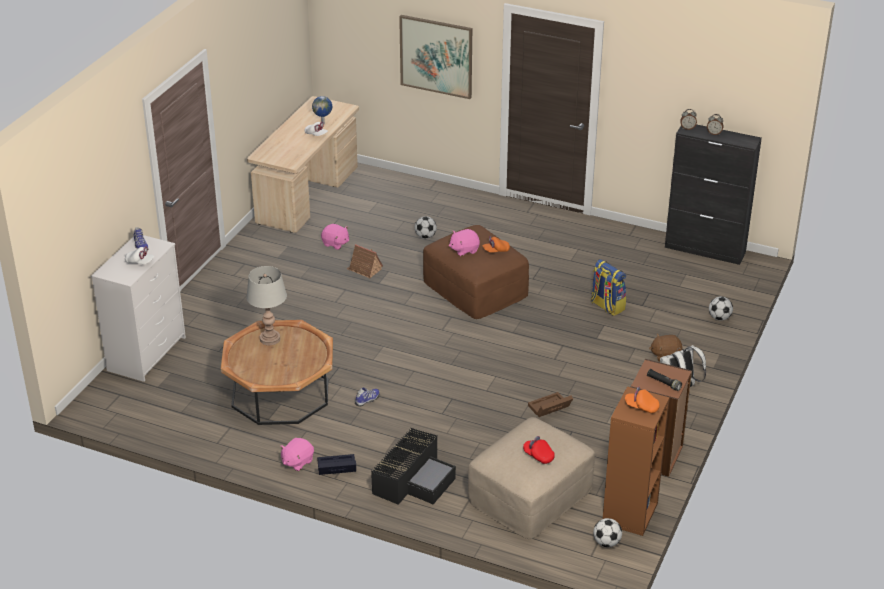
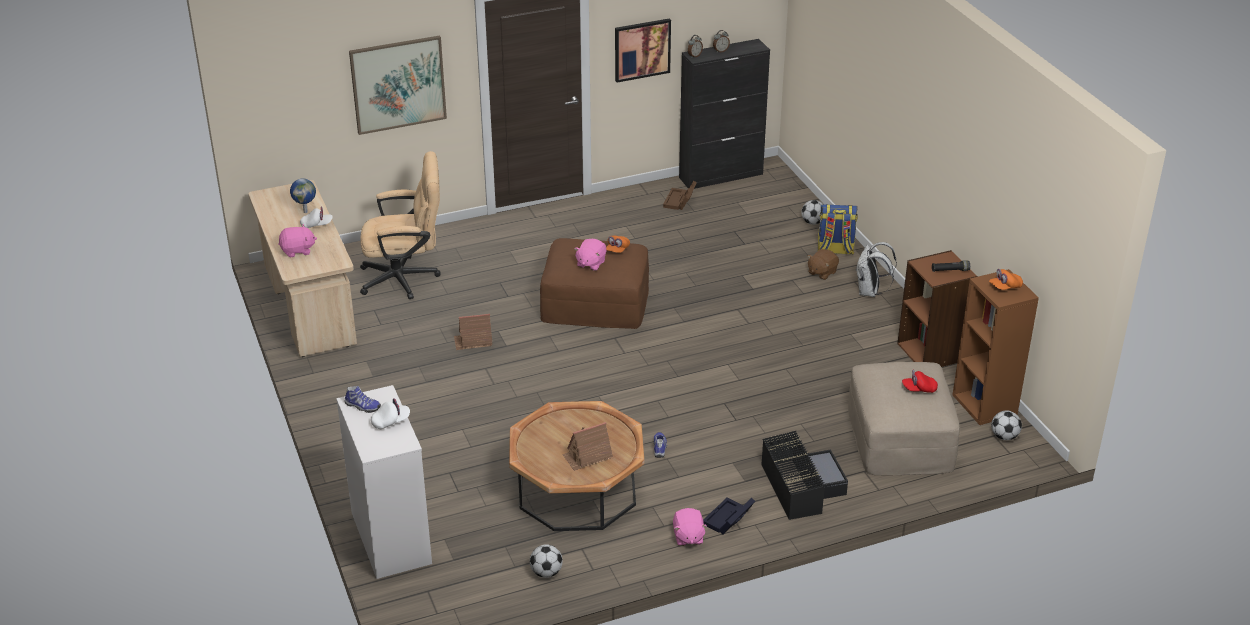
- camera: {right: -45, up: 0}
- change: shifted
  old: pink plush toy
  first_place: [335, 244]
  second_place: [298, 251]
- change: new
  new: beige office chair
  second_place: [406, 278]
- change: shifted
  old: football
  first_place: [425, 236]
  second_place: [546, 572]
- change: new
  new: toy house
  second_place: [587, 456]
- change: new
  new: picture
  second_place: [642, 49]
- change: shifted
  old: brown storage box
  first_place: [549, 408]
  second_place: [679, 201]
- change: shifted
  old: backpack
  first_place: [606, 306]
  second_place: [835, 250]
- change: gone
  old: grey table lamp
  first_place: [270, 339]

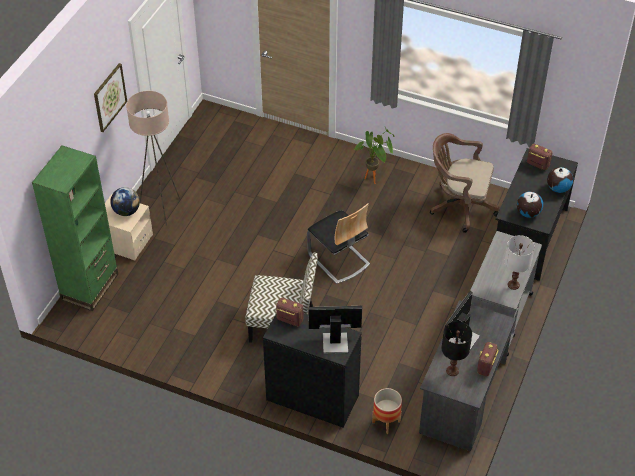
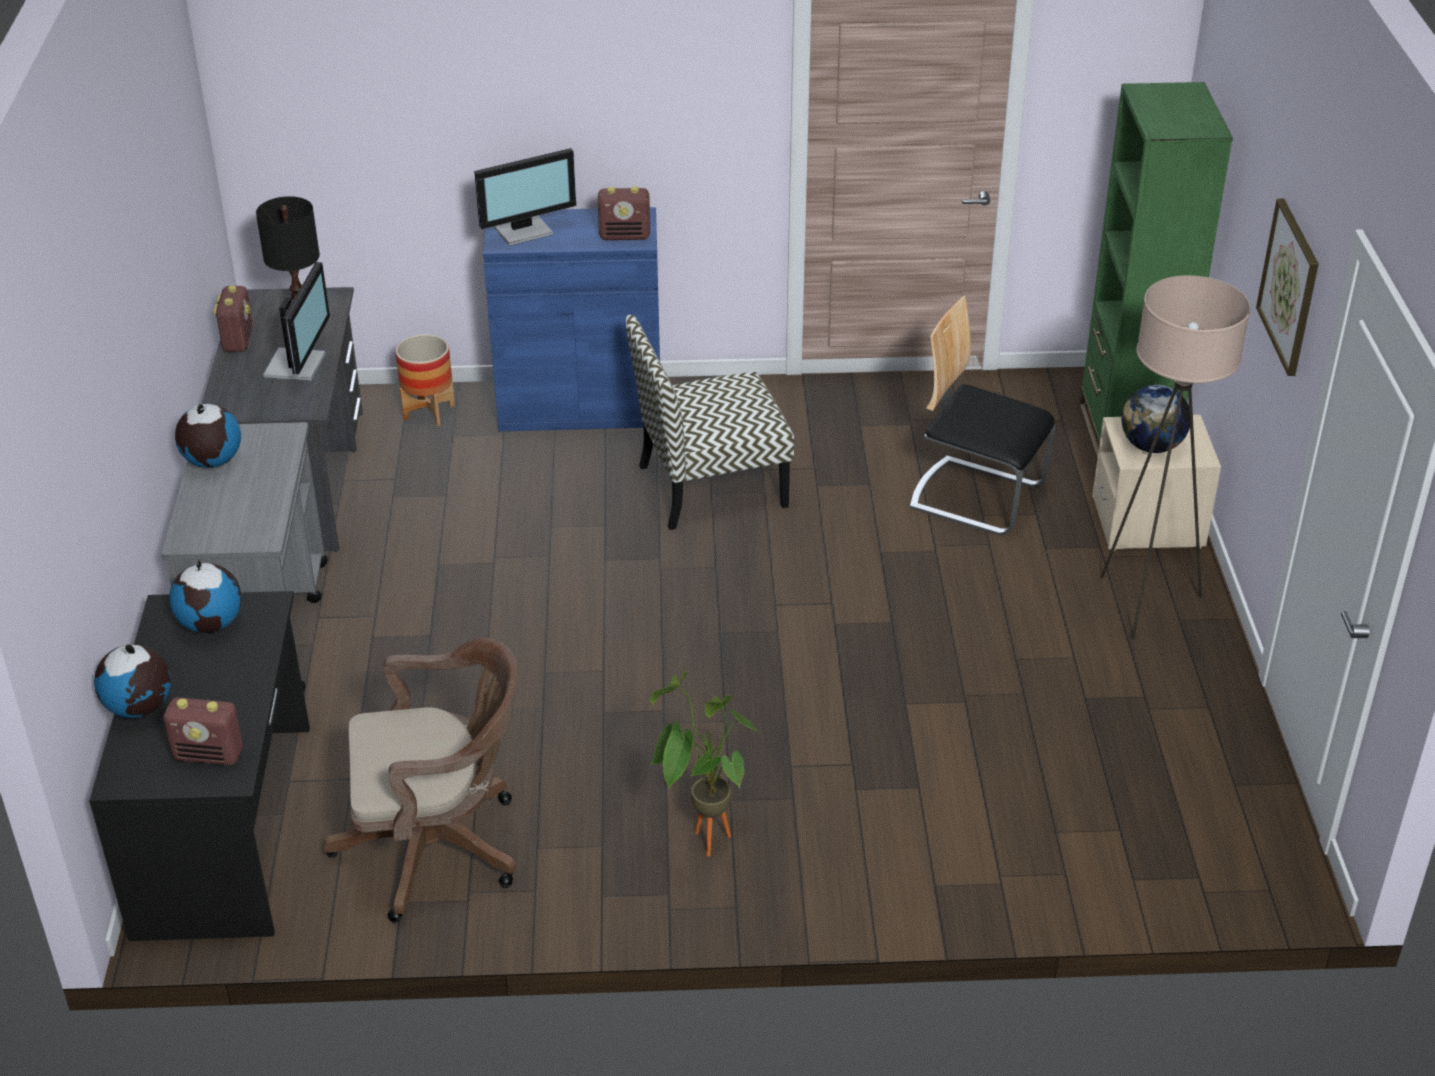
- camera: {right: 155, up: -10}
- change: swapped
  old: white table lamp
  new: globe
  first_place: [513, 285]
  second_place: [212, 461]
- change: repainted
  old: black cabinet
  new: blue cabinet
  first_place: [312, 397]
  second_place: [580, 406]
- change: shifted
  old: chair
  first_place: [338, 260]
  second_place: [977, 496]

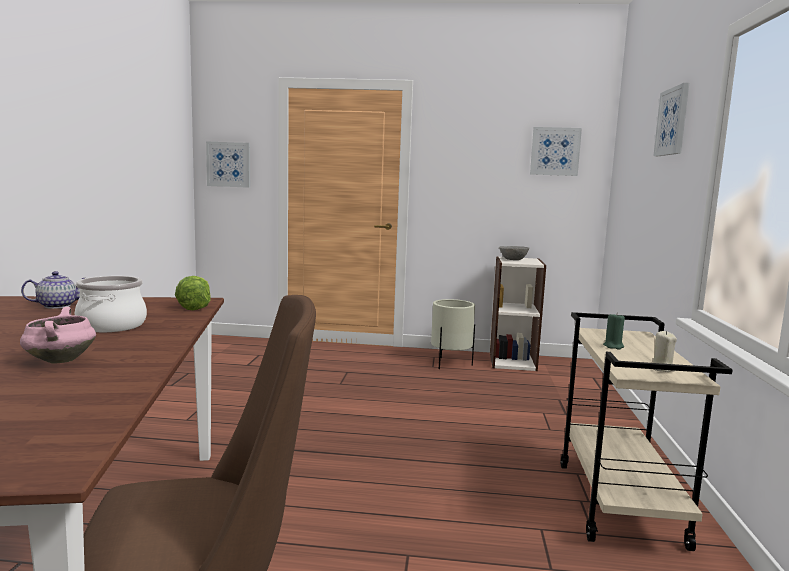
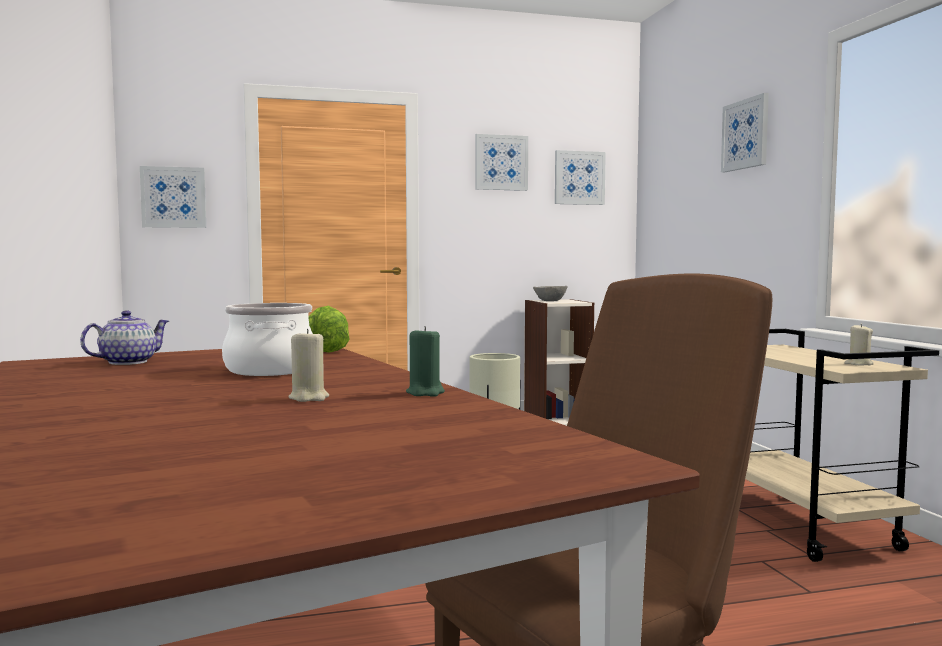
- camera: {right: -20, up: -5}
- change: swapped
  old: pink cooking pot
  new: beige candle
  first_place: [59, 360]
  second_place: [309, 398]
- change: shifted
  old: green candle
  first_place: [613, 346]
  second_place: [425, 393]
- change: new
  new: picture
  second_place: [501, 162]

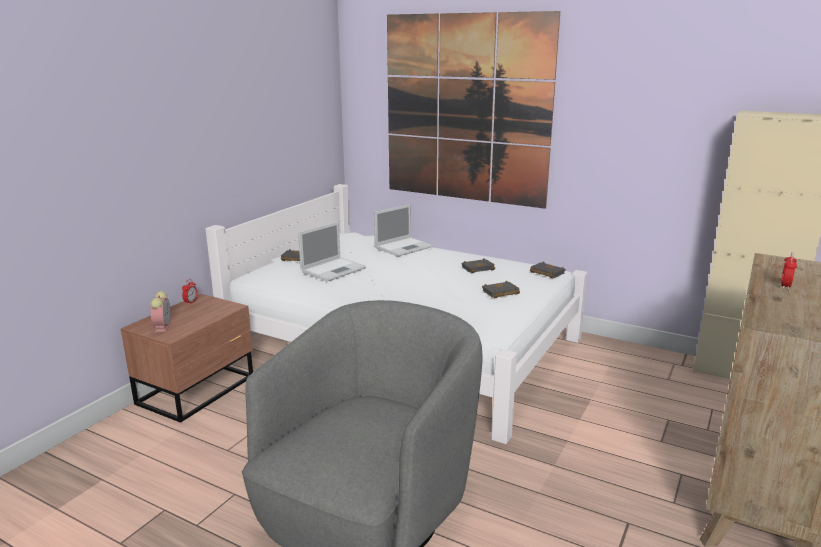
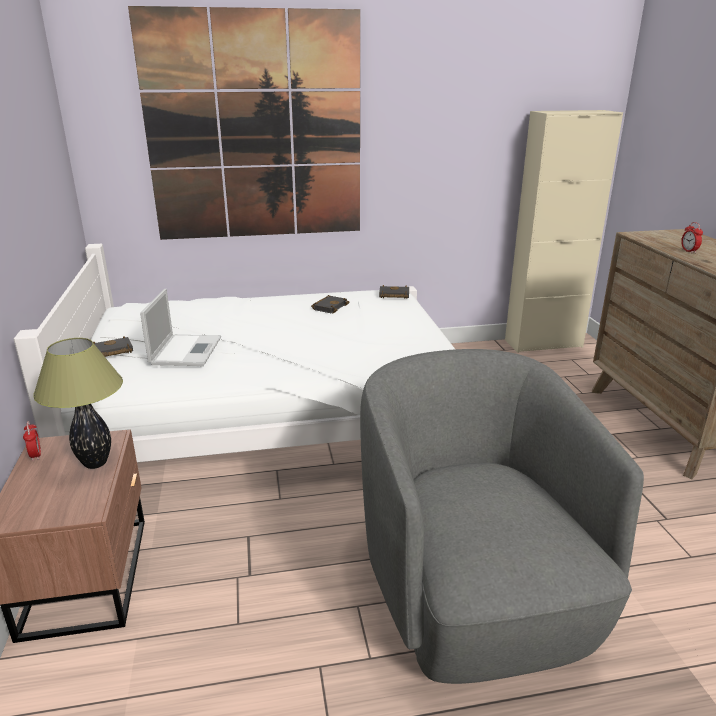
- camera: {right: -40, up: 5}
- change: new
  new: table lamp
  second_place: [95, 463]
- change: gone
  old: alarm clock
  first_place: [162, 327]
- change: gone
  old: laptop
  first_place: [404, 247]
- change: gone
  old: black book
  first_place: [500, 293]

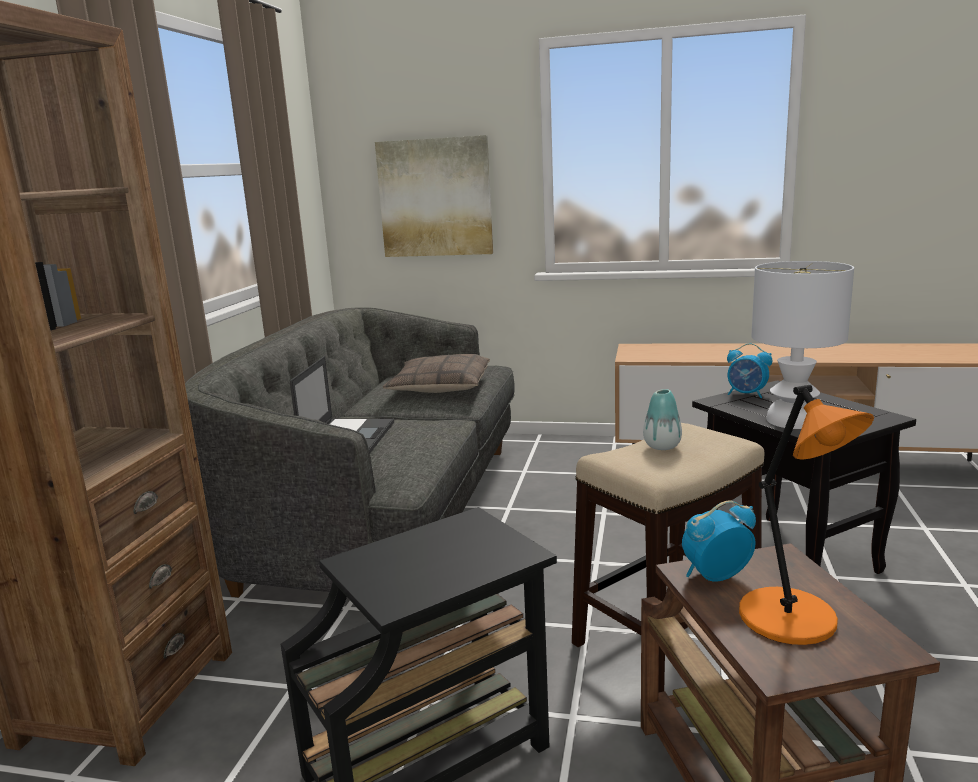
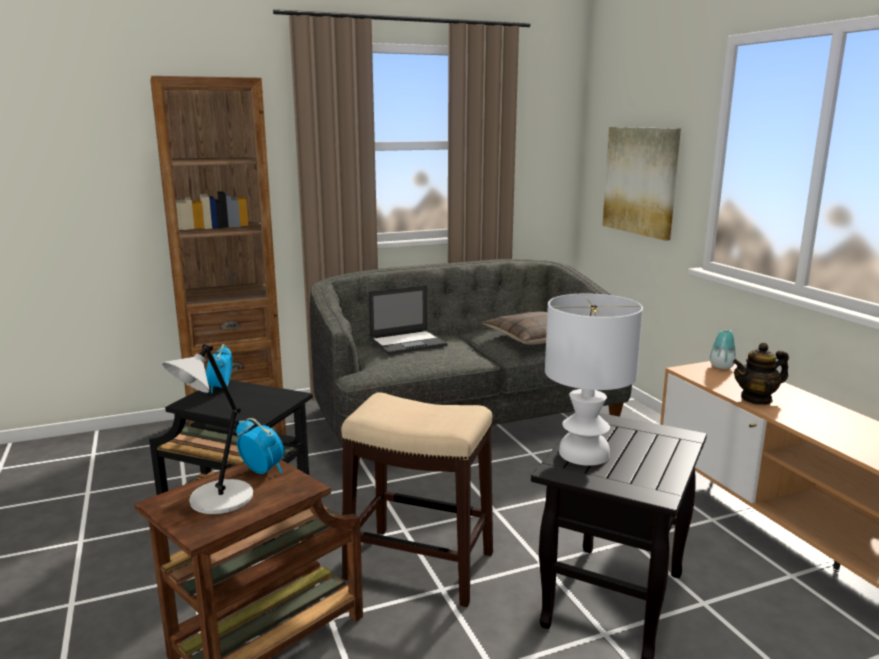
- camera: {right: 55, up: 0}
- change: repainted
  old: orange table lamp
  new: grey table lamp
  first_place: [792, 620]
  second_place: [218, 500]
- change: shifted
  old: alarm clock
  first_place: [746, 395]
  second_place: [220, 388]
- change: shifted
  old: vase
  first_place: [662, 446]
  second_place: [721, 366]
- change: new
  new: teapot
  second_place: [756, 399]

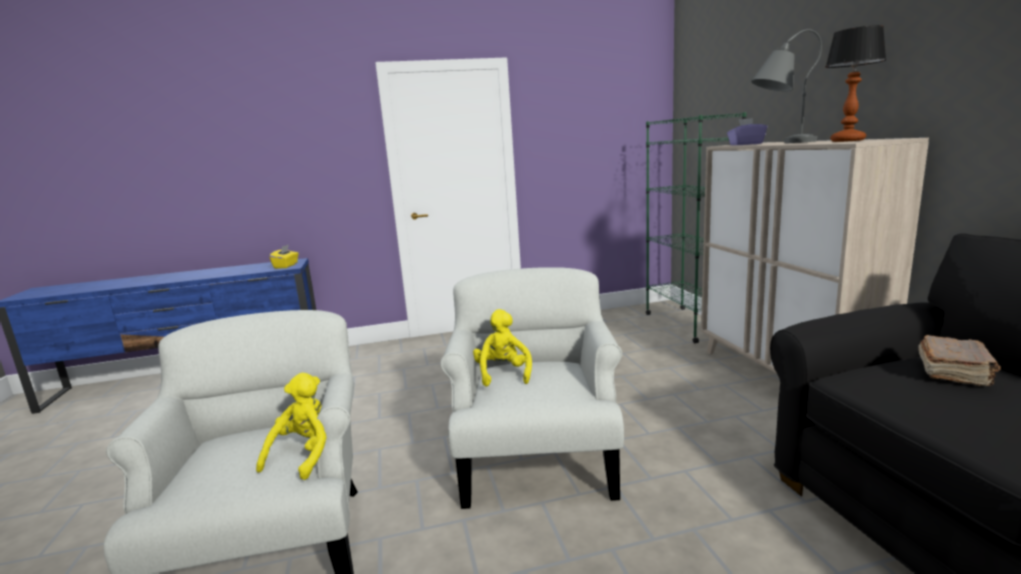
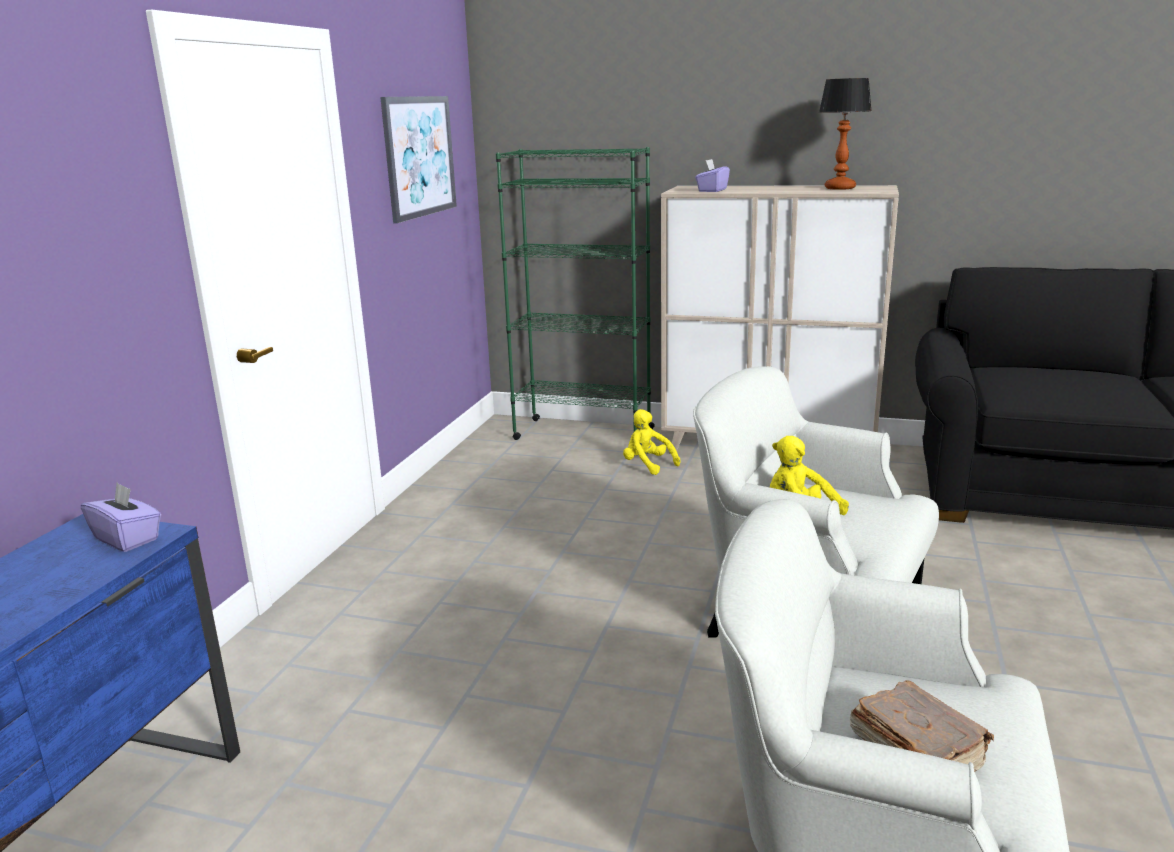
- camera: {right: -60, up: 5}
- change: repainted
  old: yellow tissue box
  new: purple tissue box
  first_place: [286, 266]
  second_place: [127, 538]
- change: new
  new: picture
  second_place: [419, 156]
- change: shifted
  old: yellow plush toy
  first_place: [304, 455]
  second_place: [647, 465]
- change: shifted
  old: brown book
  first_place: [954, 372]
  second_place: [915, 750]
- change: gone
  old: grey table lamp
  first_place: [780, 143]

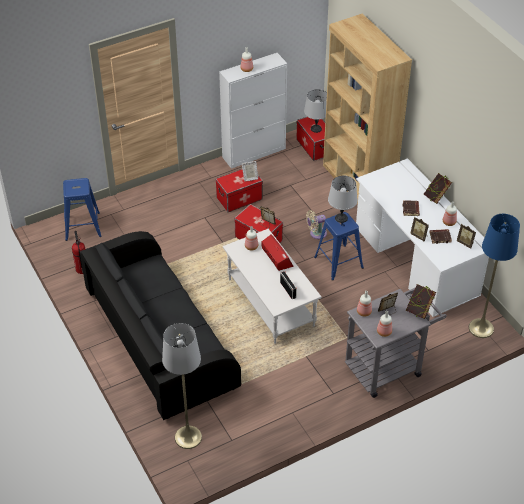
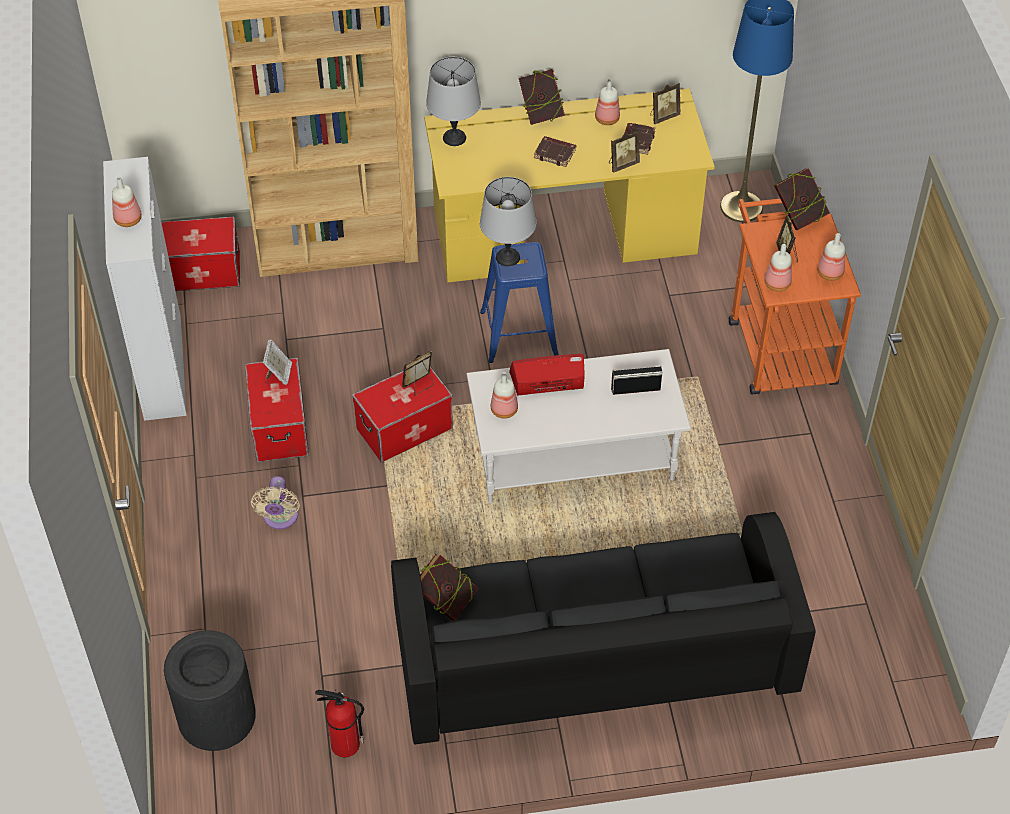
- camera: {right: -70, up: 5}
- change: swapped
  old: blue stool
  new: black trash can
  first_place: [82, 226]
  second_place: [217, 716]
- change: shifted
  old: beige fan
  first_place: [316, 233]
  second_place: [280, 518]
- change: new
  new: book
  second_place: [446, 602]
- change: repainted
  old: white desk
  new: yellow desk
  first_place: [416, 261]
  second_place: [564, 232]
- change: shifted
  old: grey table lamp
  first_place: [316, 129]
  second_place: [455, 138]
- change: repainted
  old: grey cart
  new: orange cart
  first_place: [388, 366]
  second_place: [779, 344]
- change: gone
  old: grey floor lamp
  first_place: [188, 437]

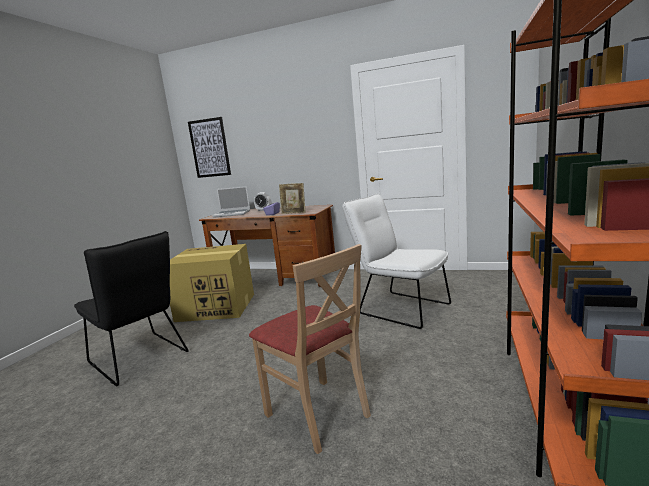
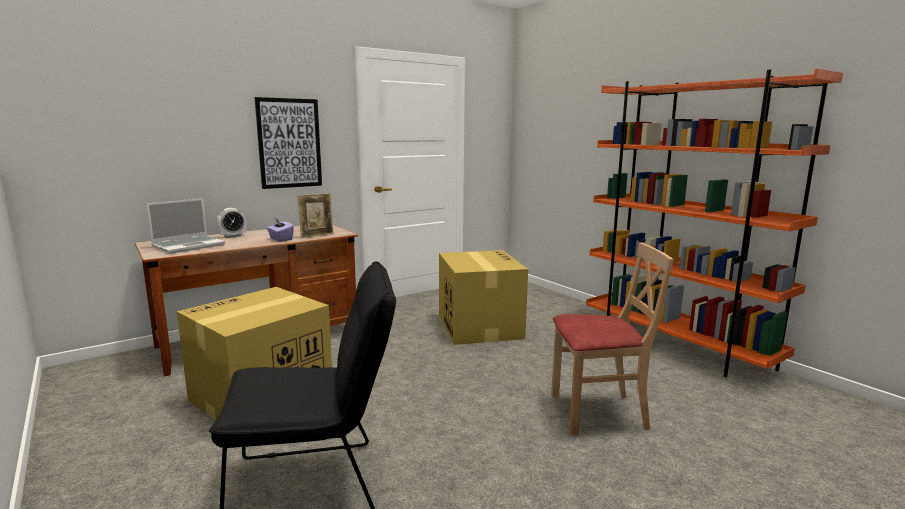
- camera: {right: -55, up: 0}
- change: shifted
  old: picture
  first_place: [209, 148]
  second_place: [289, 143]
- change: swapped
  old: white chair
  new: cardboard box
  first_place: [399, 307]
  second_place: [479, 326]

